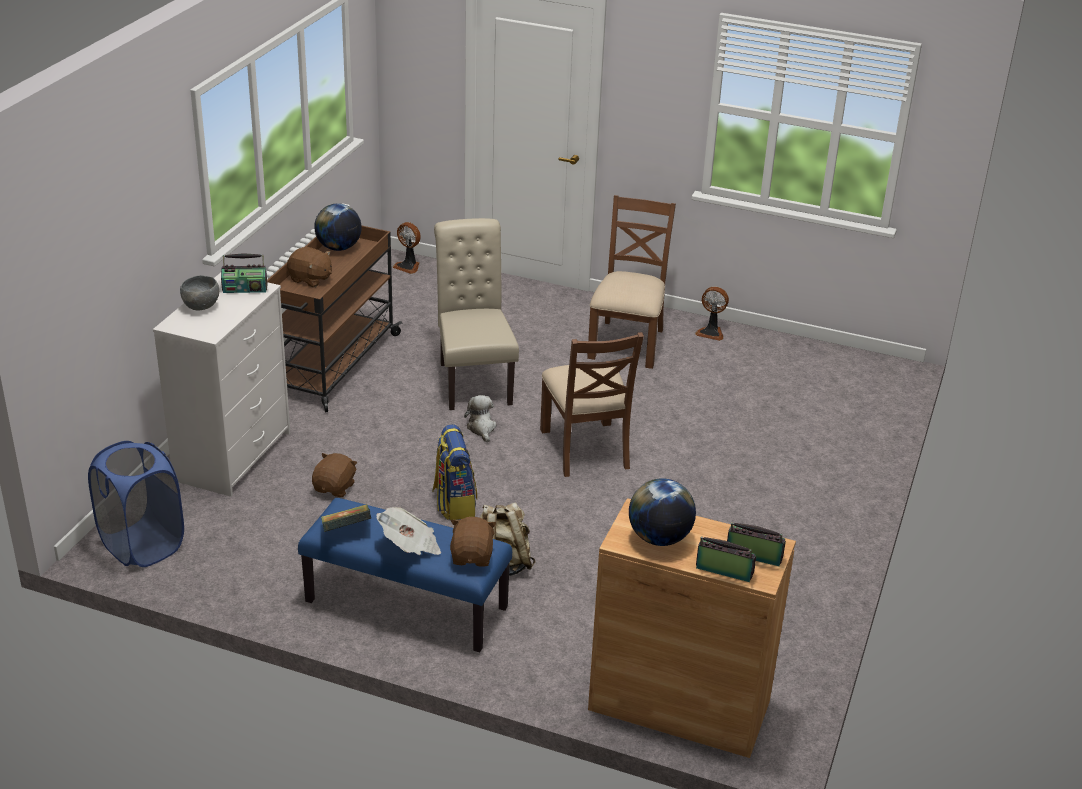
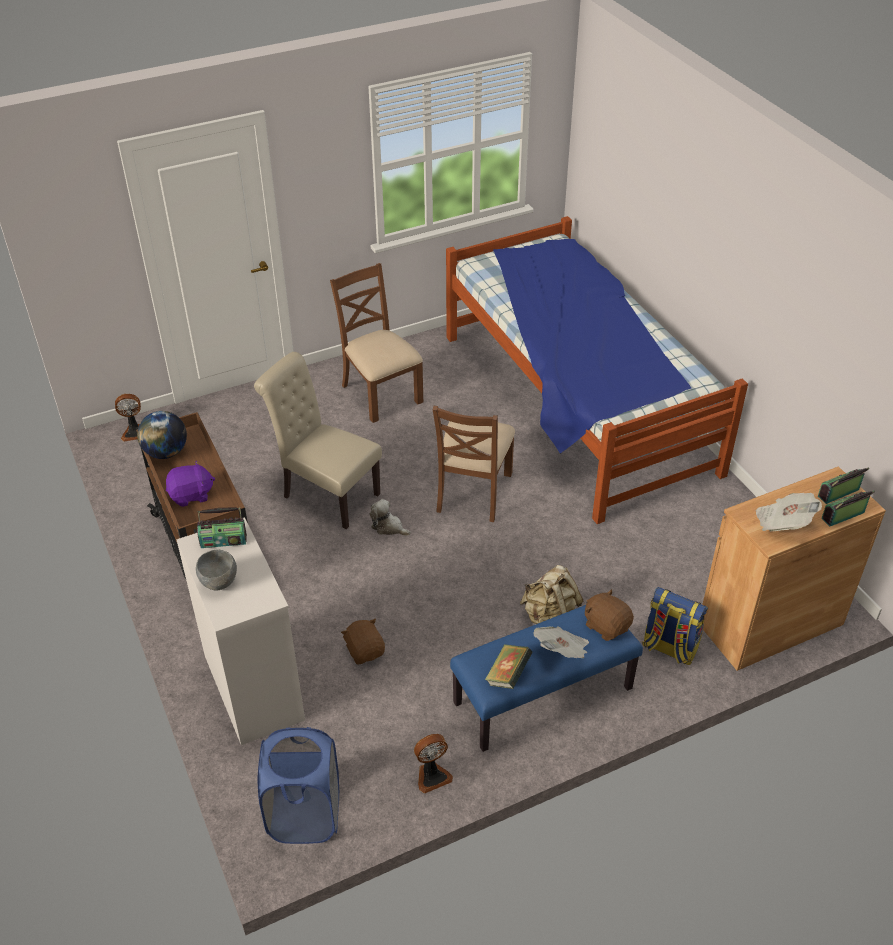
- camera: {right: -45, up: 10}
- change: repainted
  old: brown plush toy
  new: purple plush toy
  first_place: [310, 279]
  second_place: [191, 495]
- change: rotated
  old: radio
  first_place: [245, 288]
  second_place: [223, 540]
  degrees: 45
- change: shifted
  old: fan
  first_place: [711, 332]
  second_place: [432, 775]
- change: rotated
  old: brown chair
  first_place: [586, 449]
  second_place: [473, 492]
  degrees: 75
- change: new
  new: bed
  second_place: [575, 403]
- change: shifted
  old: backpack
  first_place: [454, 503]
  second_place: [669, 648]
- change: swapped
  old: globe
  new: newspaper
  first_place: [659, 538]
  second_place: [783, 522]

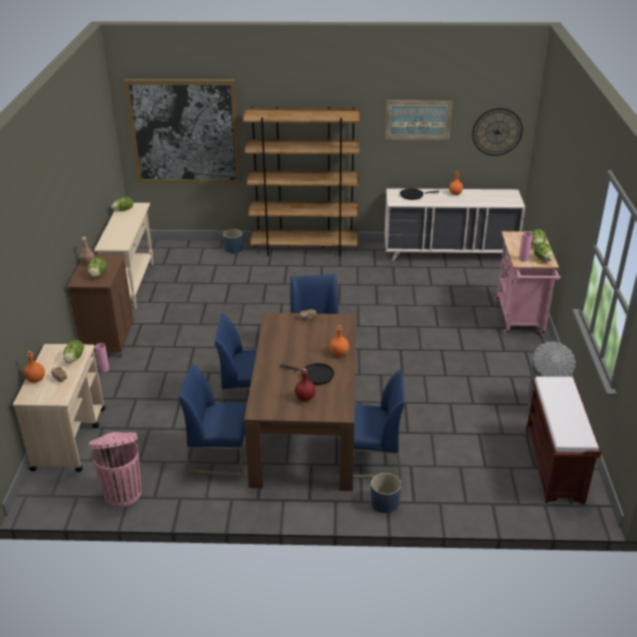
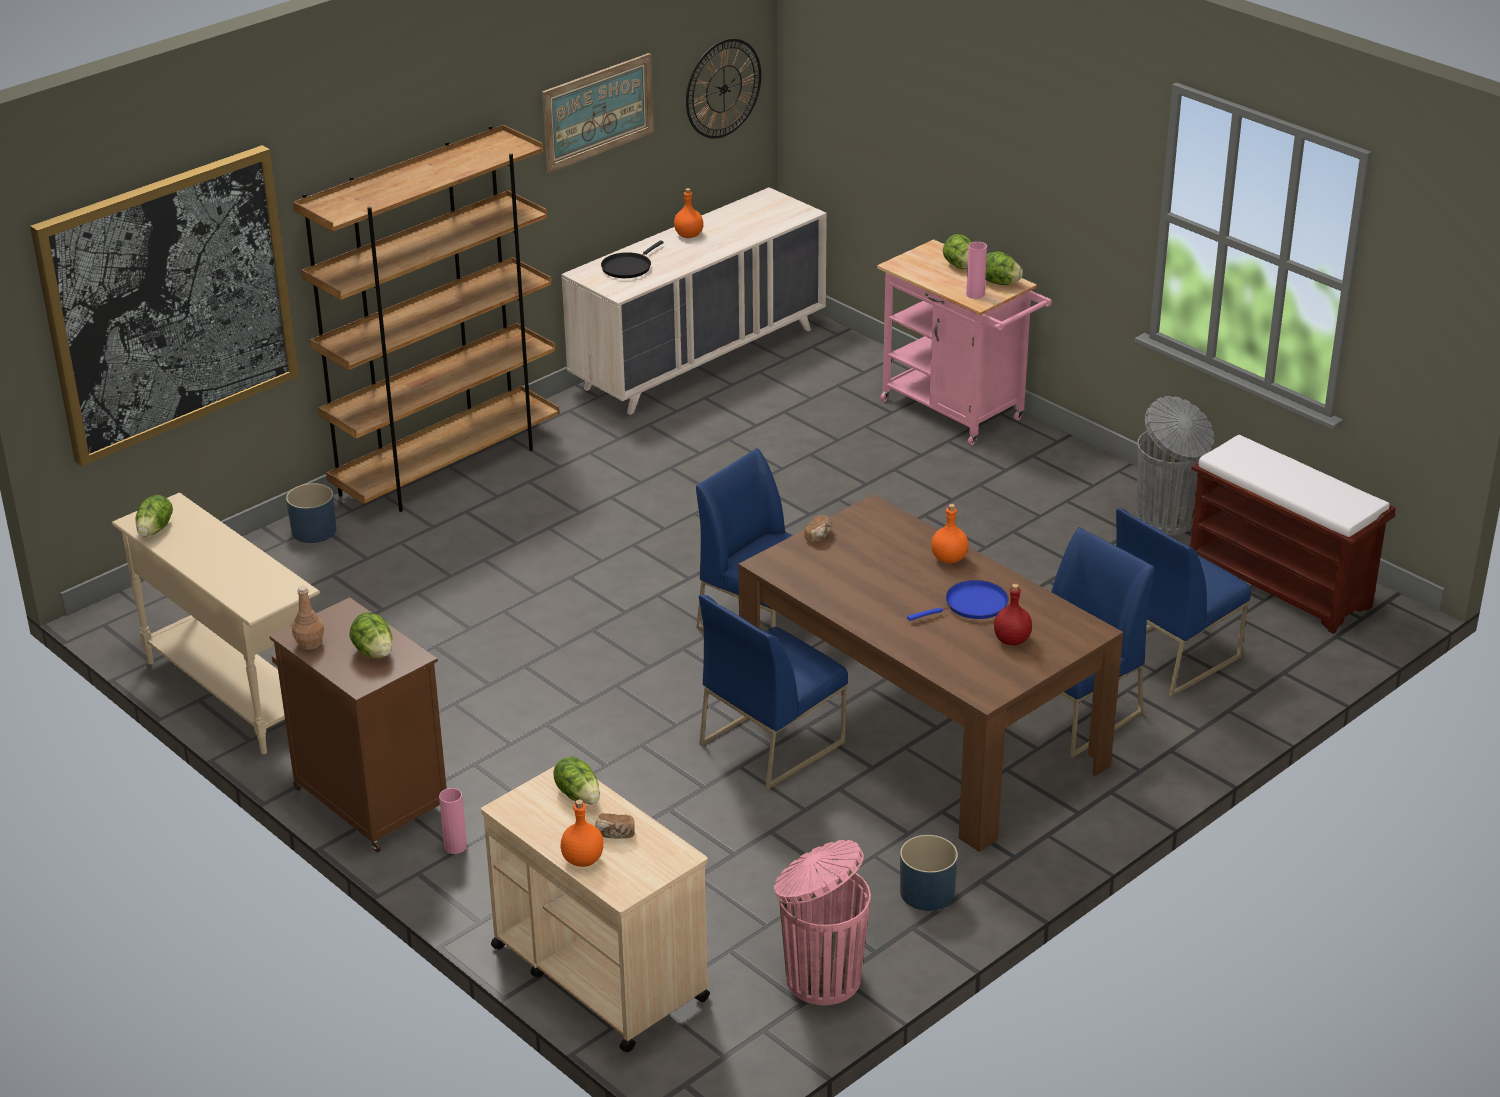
- camera: {right: -45, up: 0}
- change: shifted
  old: blue planter
  first_place: [385, 503]
  second_place: [927, 893]
- change: repainted
  old: black frying pan
  new: blue frying pan
  first_place: [315, 375]
  second_place: [972, 605]
- change: shifted
  old: blue chair
  first_place: [220, 455]
  second_place: [1170, 654]

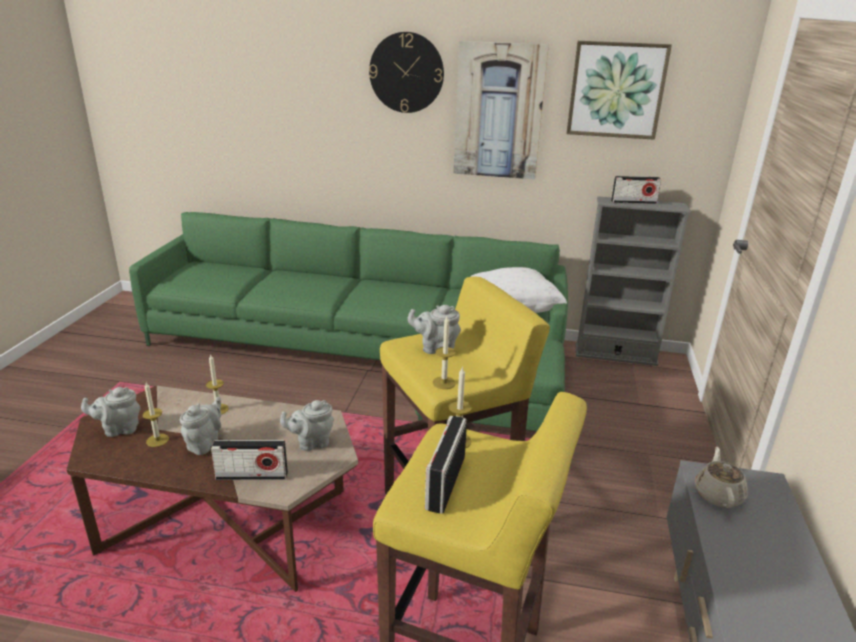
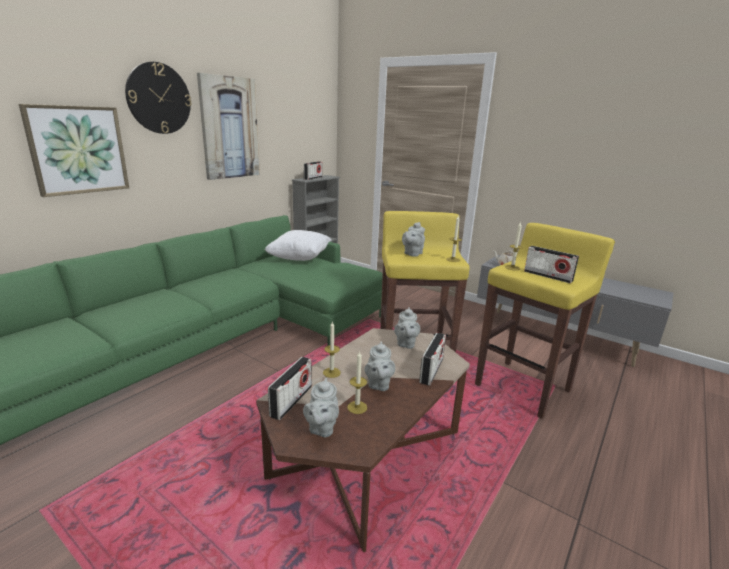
- camera: {right: -65, up: -5}
- change: shifted
  old: picture
  first_place: [616, 90]
  second_place: [78, 150]
- change: new
  new: radio
  second_place: [291, 401]
- change: rotated
  old: grey teapot
  first_place: [205, 443]
  second_place: [378, 384]
  degrees: -135

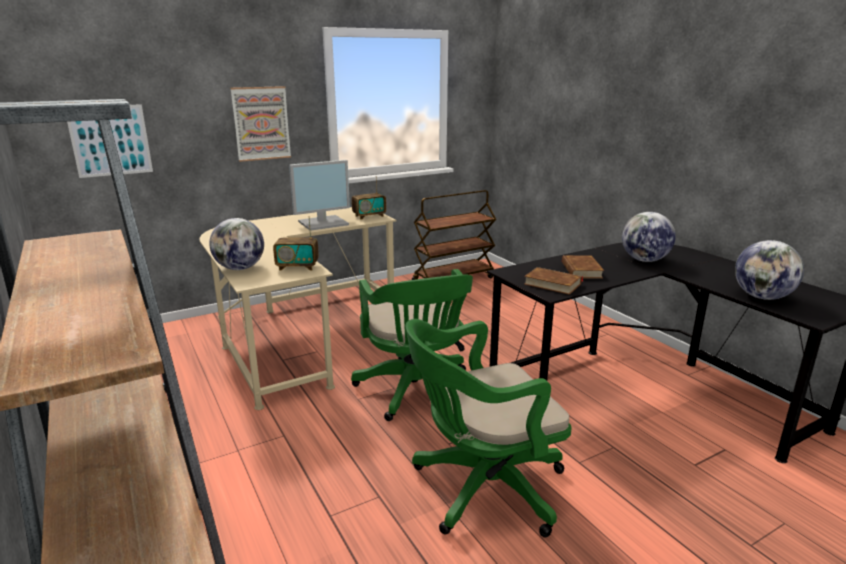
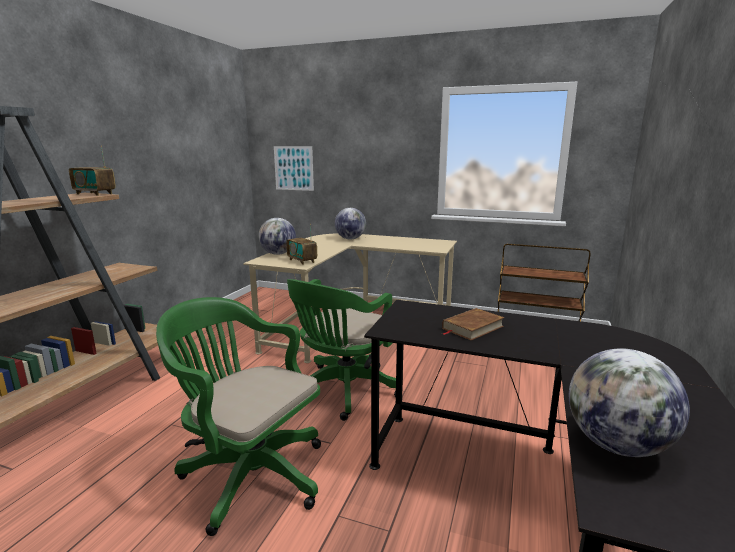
- camera: {right: 50, up: -5}
- change: shifted
  old: radio
  first_place: [369, 216]
  second_place: [95, 194]
- change: shifted
  old: globe
  first_place: [644, 260]
  second_place: [350, 239]
- change: gone
  old: picture
  first_place: [261, 123]
- change: gone
  old: monitor
  first_place: [324, 223]
- change: gone
  old: brown book
  first_place: [552, 284]

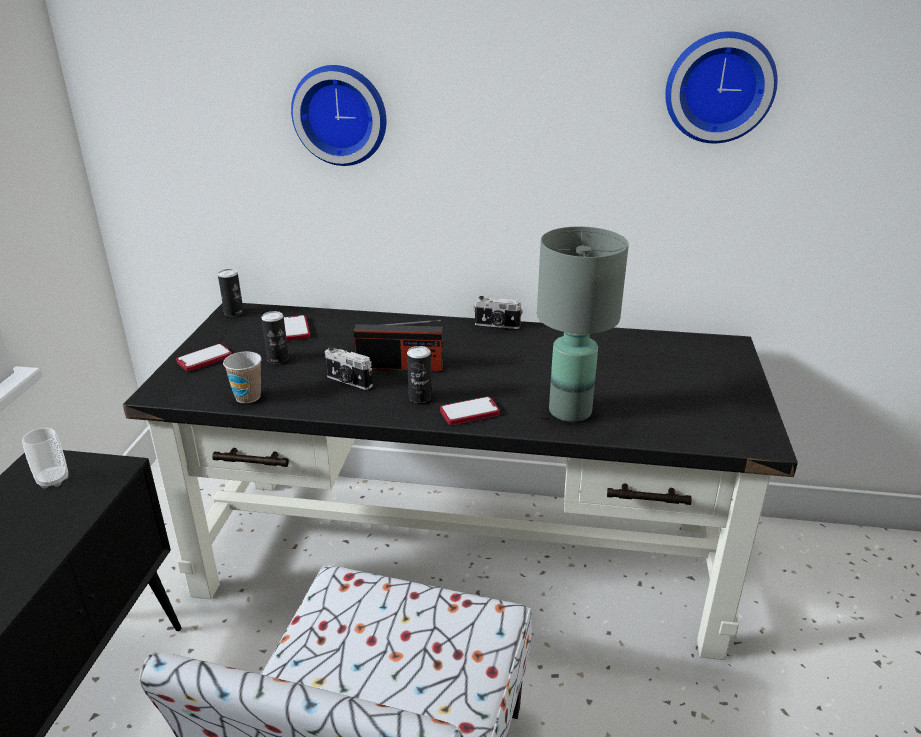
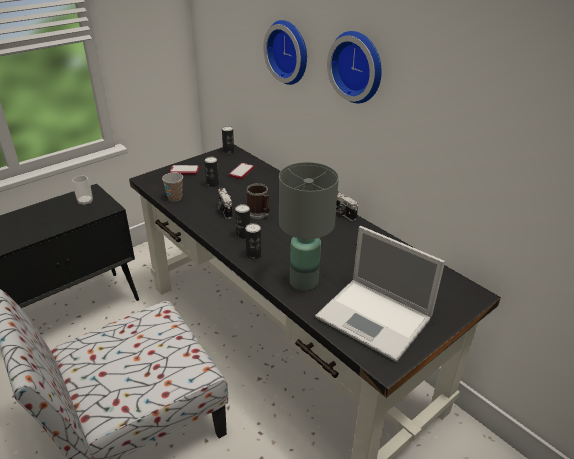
- camera: {right: 40, up: 5}
- change: swapped
  old: phone
  new: can
  first_place: [469, 412]
  second_place: [253, 255]
- change: swapped
  old: radio
  new: mug
  first_place: [400, 366]
  second_place: [259, 213]
- change: new
  new: laptop
  second_place: [375, 318]
- change: shifted
  old: wall clock
  first_place: [719, 87]
  second_place: [358, 66]

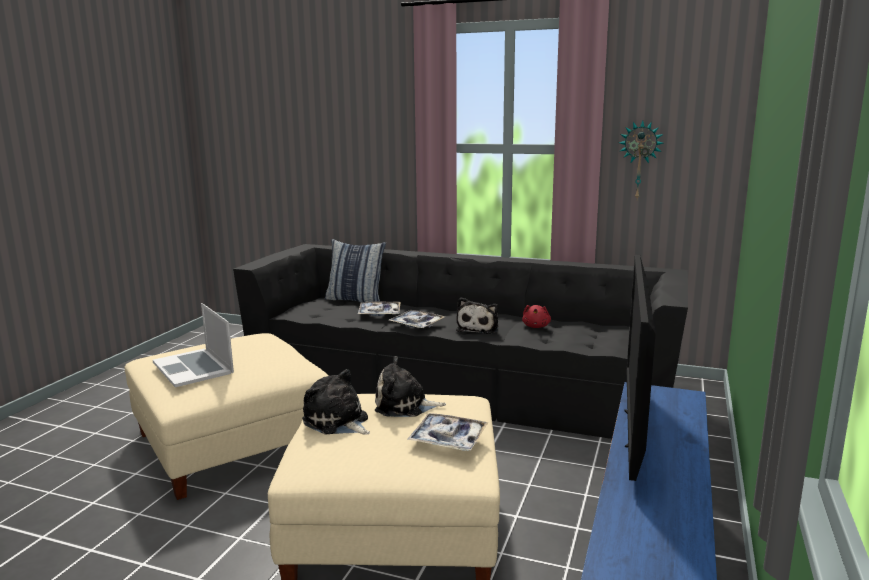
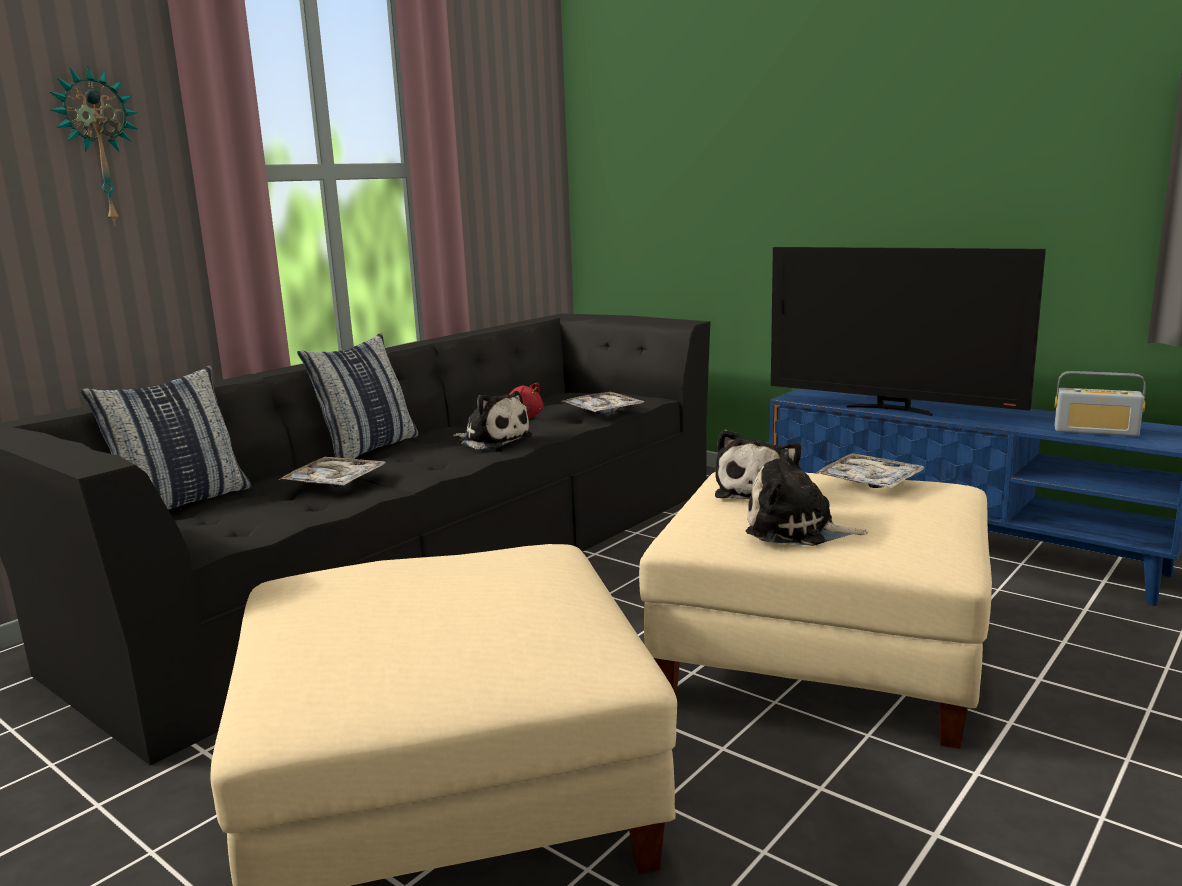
- camera: {right: -70, up: 0}
- change: shifted
  old: wall clock
  first_place: [639, 160]
  second_place: [98, 147]
- change: new
  new: pillow
  second_place: [368, 448]
- change: shifted
  old: tray
  first_place: [416, 324]
  second_place: [602, 410]
- change: rotated
  old: plush toy
  first_place: [337, 422]
  second_place: [796, 530]
  degrees: 45
- change: new
  new: radio
  second_place: [1095, 431]
- change: gone
  old: laptop
  first_place: [193, 367]

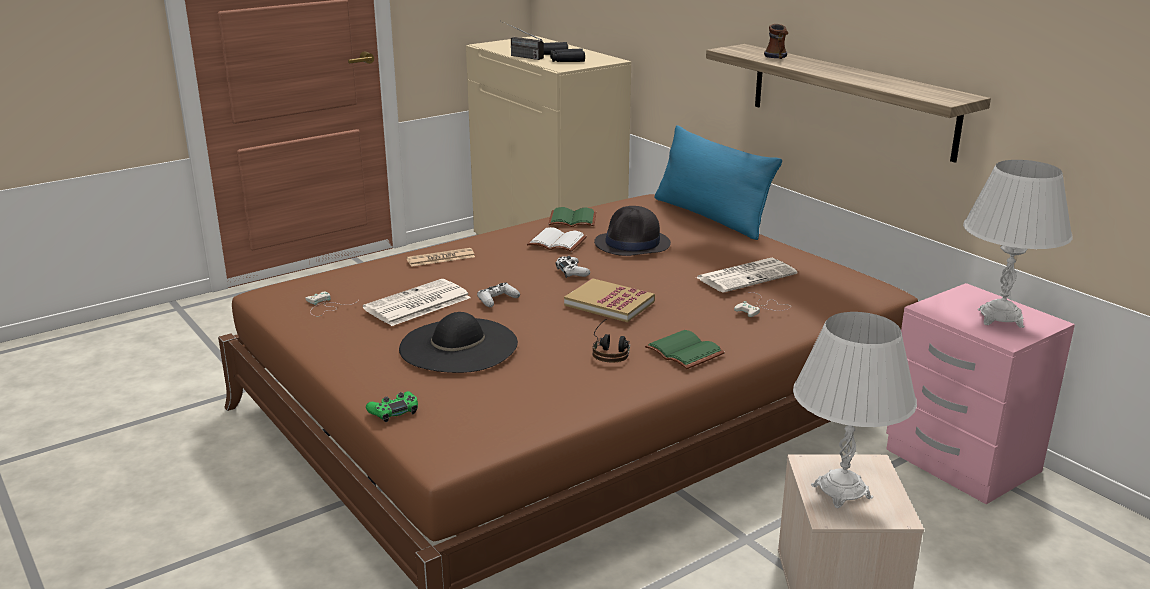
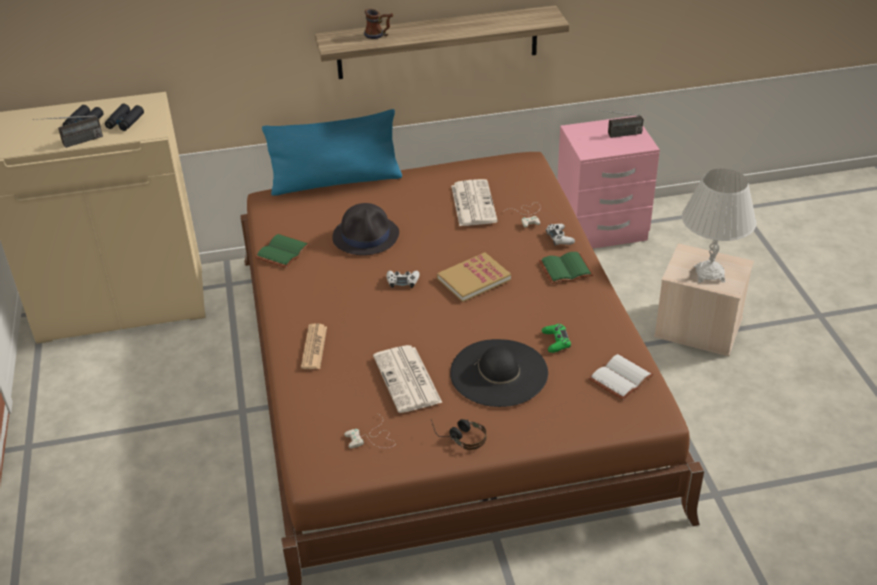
- camera: {right: -65, up: 15}
- change: shifted
  old: headphones
  first_place: [611, 350]
  second_place: [459, 436]
- change: shifted
  old: green game controller
  first_place: [394, 411]
  second_place: [556, 342]
- change: shifted
  old: white game controller
  first_place: [497, 300]
  second_place: [559, 238]
- change: shifted
  old: white book
  first_place: [555, 243]
  second_place: [621, 379]
- change: swapped
  old: white table lamp
  new: radio
  first_place: [1000, 318]
  second_place: [616, 135]

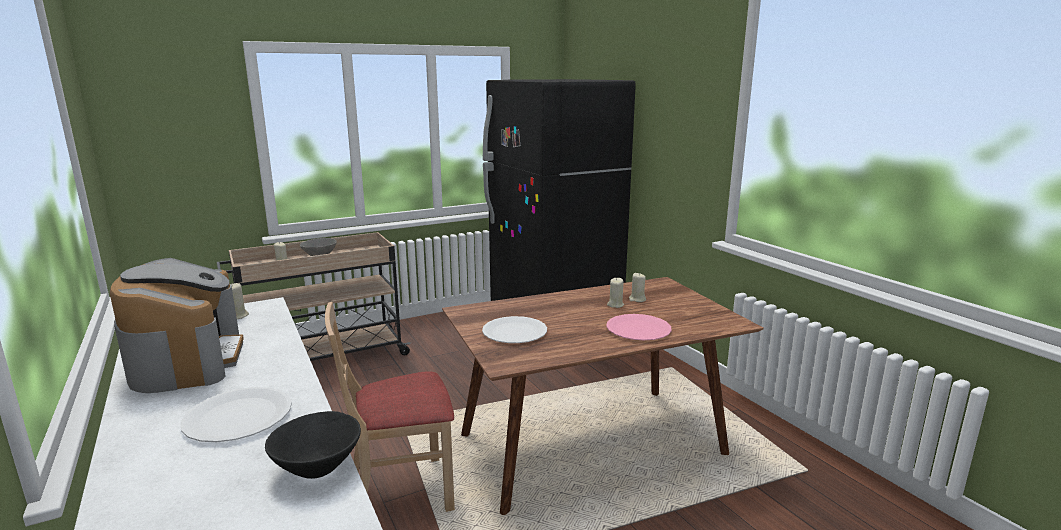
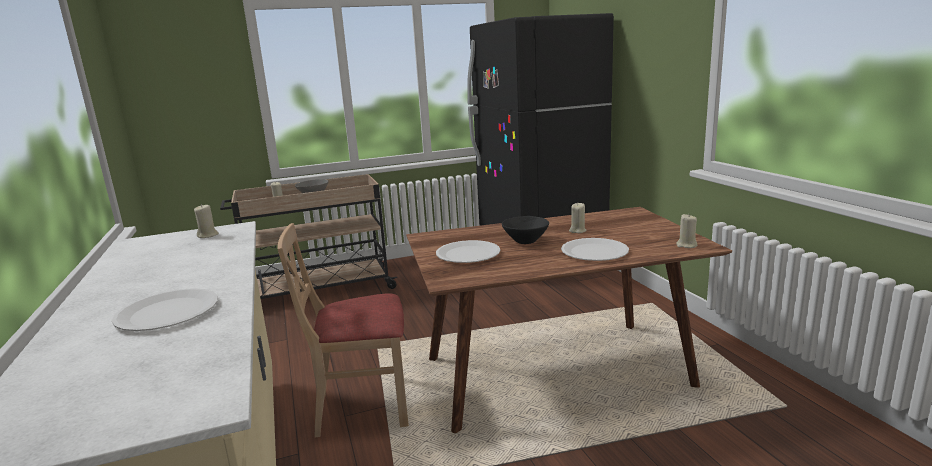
- camera: {right: 10, up: 0}
- change: shifted
  old: black bowl
  first_place: [319, 467]
  second_place: [526, 241]
- change: repainted
  old: pink plate
  new: white plate
  first_place: [638, 329]
  second_place: [594, 251]
- change: shifted
  old: beige candle
  first_place: [637, 299]
  second_place: [686, 245]
- change: gone
  old: coffee machine
  first_place: [187, 360]

